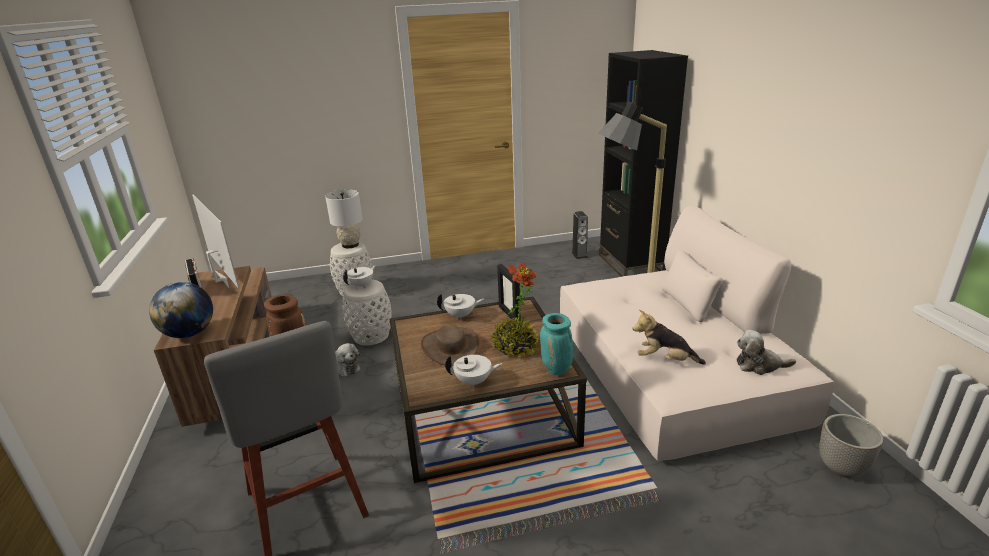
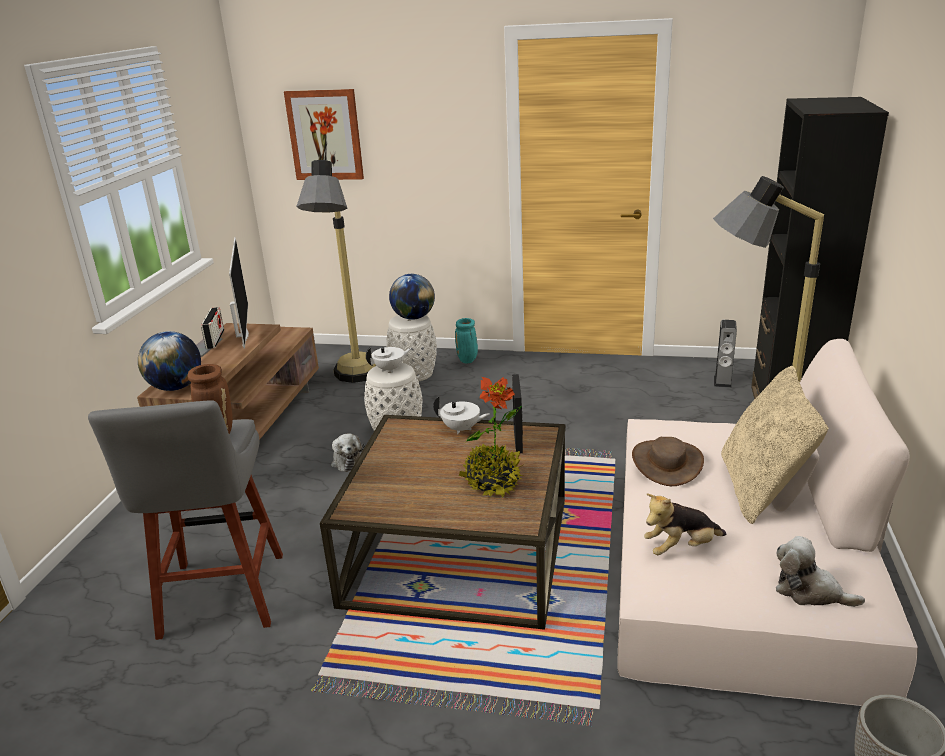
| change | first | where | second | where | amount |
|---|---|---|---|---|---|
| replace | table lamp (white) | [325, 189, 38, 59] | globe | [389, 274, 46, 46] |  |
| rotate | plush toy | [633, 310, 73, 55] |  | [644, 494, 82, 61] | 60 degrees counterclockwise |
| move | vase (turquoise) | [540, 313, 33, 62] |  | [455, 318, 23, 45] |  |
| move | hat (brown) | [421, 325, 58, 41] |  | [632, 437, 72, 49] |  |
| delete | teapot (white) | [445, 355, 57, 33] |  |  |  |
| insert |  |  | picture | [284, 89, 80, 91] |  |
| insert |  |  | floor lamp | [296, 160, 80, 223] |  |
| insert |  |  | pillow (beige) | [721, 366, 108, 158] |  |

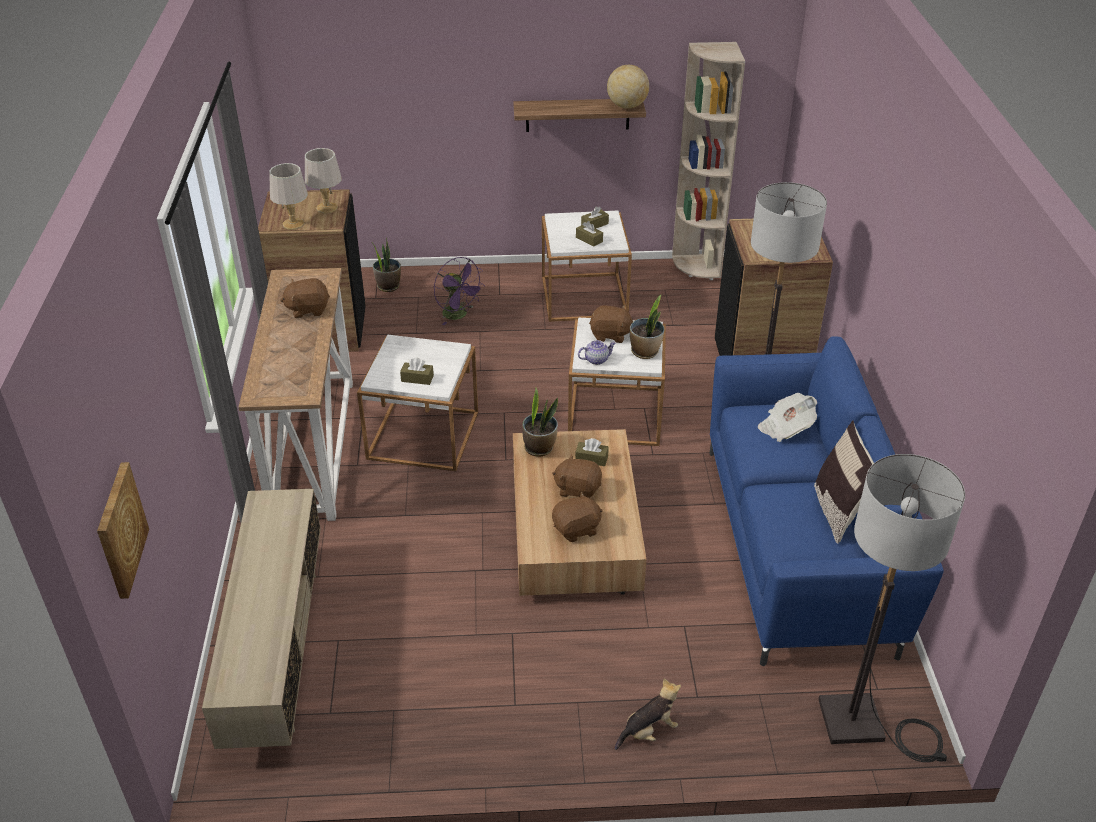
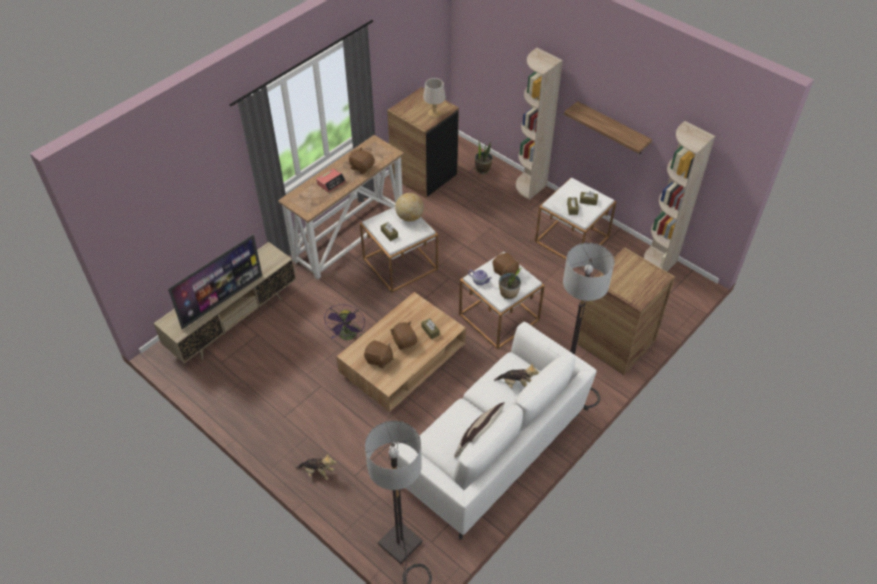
| change | first | where | second | where | amount |
|---|---|---|---|---|---|
| move | globe | [607, 65, 42, 44] |  | [395, 193, 29, 29] |  |
| delete | table lamp (grey) | [269, 163, 39, 67] |  |  |  |
| move | fan (purple) | [434, 257, 51, 68] |  | [324, 304, 41, 36] |  |
| recolor | sofa (blue) | [710, 336, 234, 330] | sofa (white) | [390, 322, 207, 218] |  |
| delete | potted plant | [522, 388, 36, 68] |  |  |  |
| replace | newspaper | [758, 393, 59, 49] | plush toy | [494, 363, 45, 26] |  |
| delete | picture | [97, 462, 52, 137] |  |  |  |
| insert |  |  | bookcase (beige) | [516, 48, 47, 152] |  |
| insert |  |  | alarm clock | [316, 168, 30, 25] |  |
| insert |  |  | television | [168, 235, 94, 94] |  |

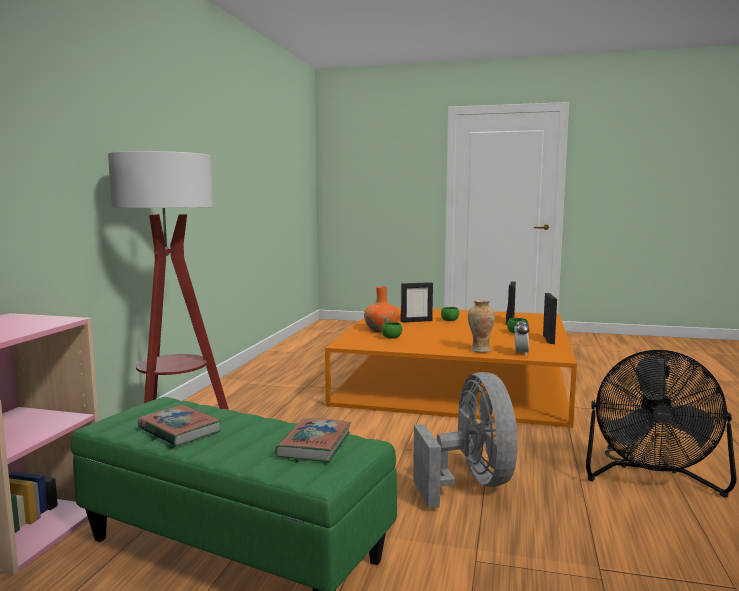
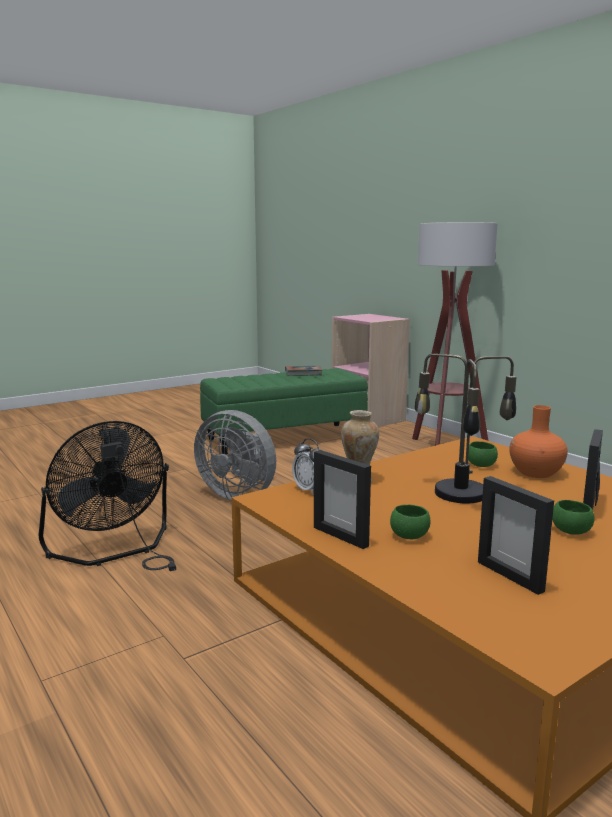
| change | first | where | second | where | amount |
|---|---|---|---|---|---|
| delete | book | [275, 418, 76, 44] |  |  |  |
| insert |  |  | table lamp | [415, 354, 101, 149] |  |

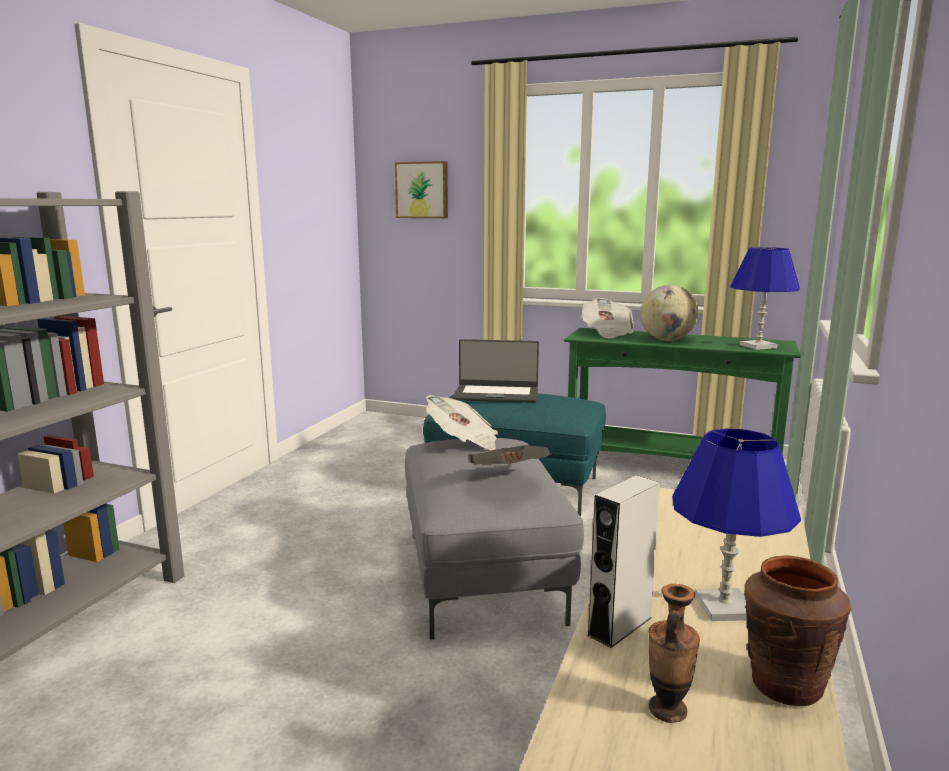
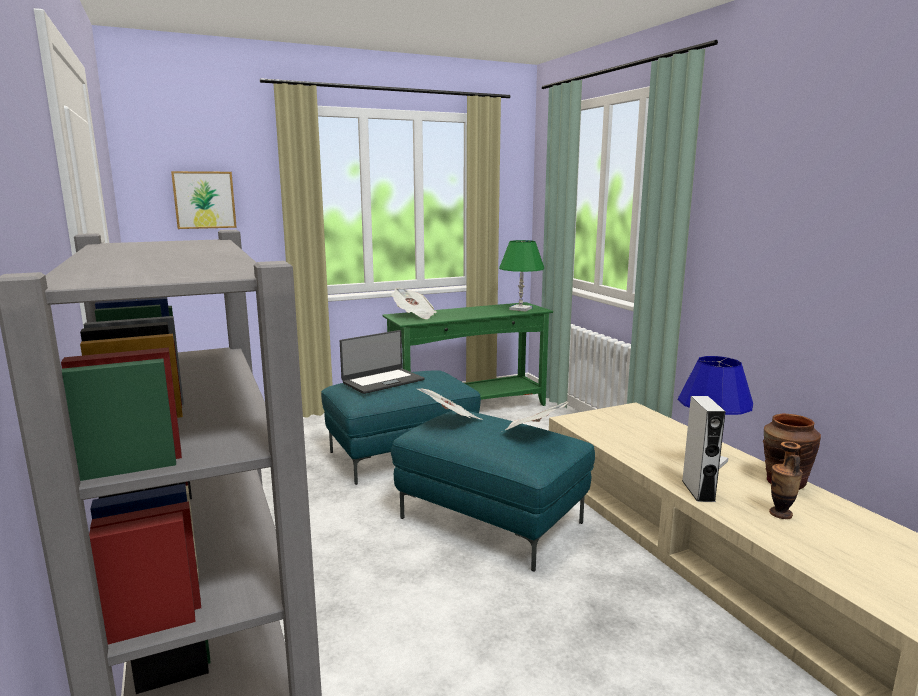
| change | first | where | second | where | amount |
|---|---|---|---|---|---|
| recolor | table lamp (blue) | [730, 247, 70, 103] | table lamp (green) | [499, 240, 45, 72] |  |
| delete | globe | [640, 285, 58, 56] |  |  |  |
| recolor | ottoman (grey) | [405, 438, 179, 202] | ottoman (turquoise) | [391, 411, 204, 161] |  |

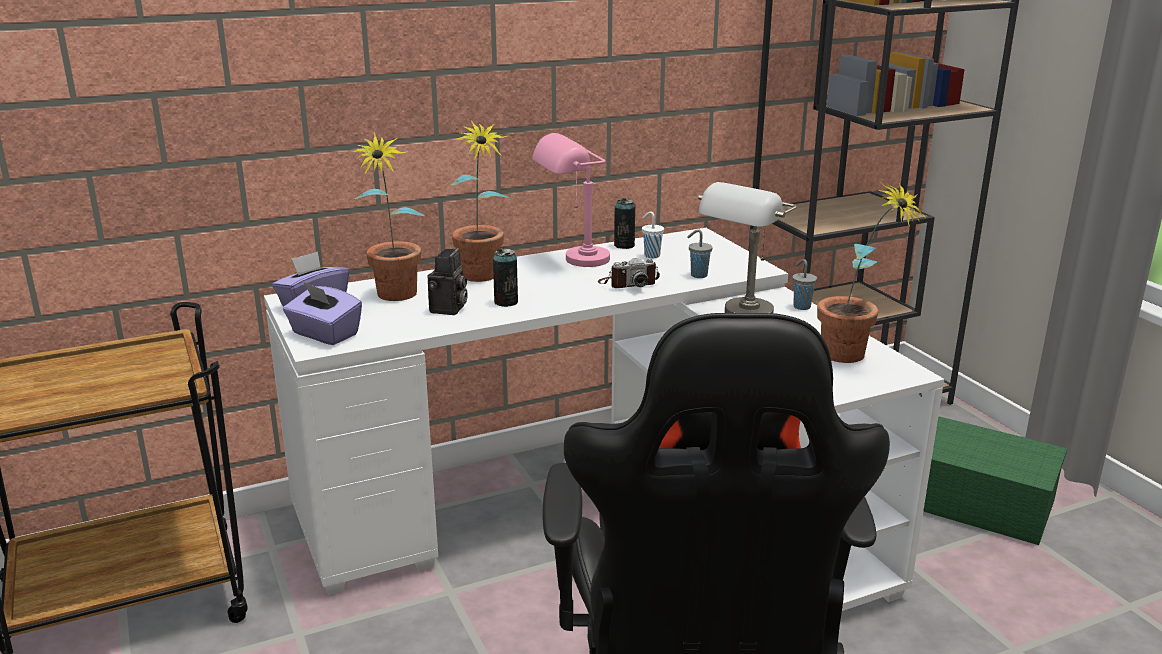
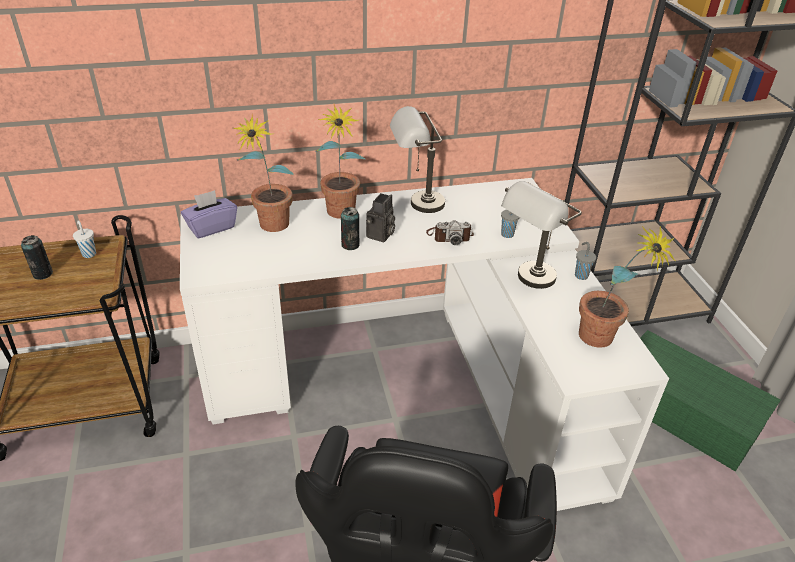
| change | first | where | second | where | amount |
|---|---|---|---|---|---|
| recolor | table lamp (pink) | [532, 133, 78, 134] | table lamp (grey) | [390, 106, 55, 107] |  |
| move | can | [614, 198, 21, 51] |  | [21, 235, 32, 45] |  |
| move | cup (white) | [642, 211, 22, 47] |  | [73, 220, 23, 38] |  |
| move | photo camera | [428, 248, 40, 67] |  | [366, 193, 29, 49] |  |
| delete | tissue box (purple) | [283, 282, 79, 63] |  |  |  |

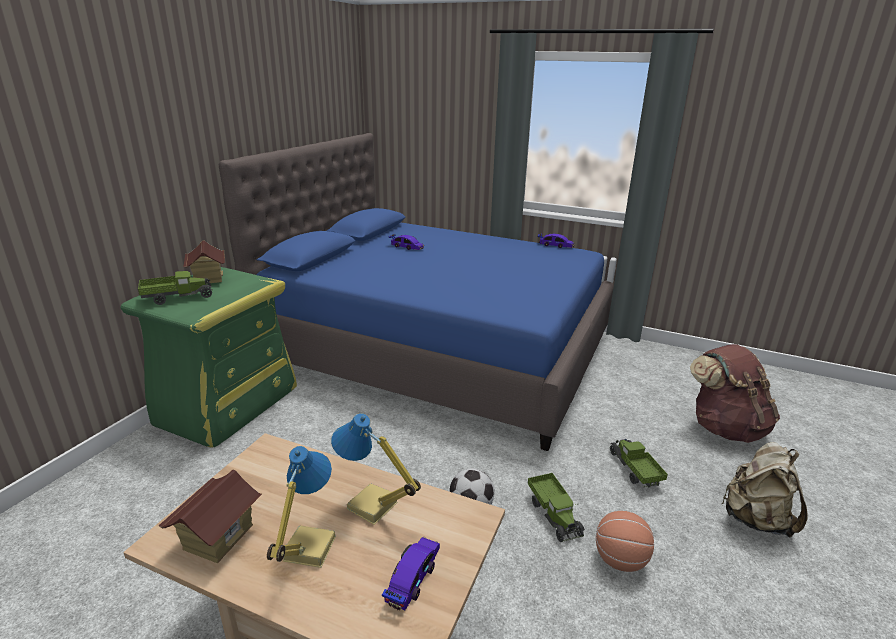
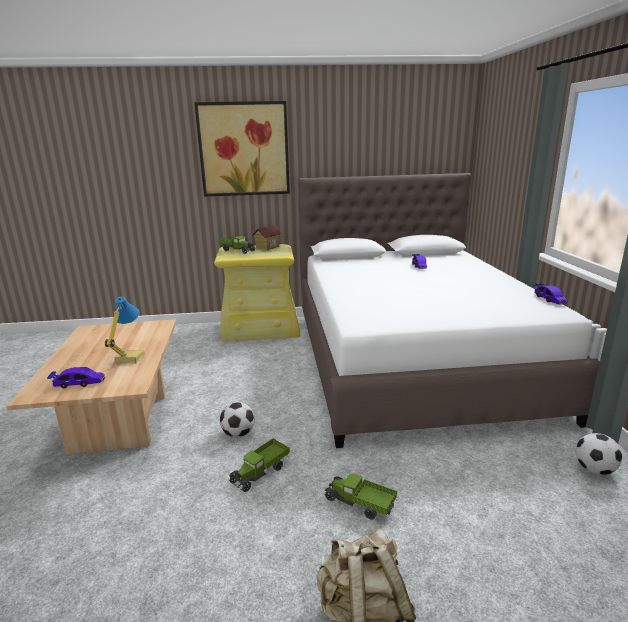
| change | first | where | second | where | amount |
|---|---|---|---|---|---|
| recolor | bed (blue) | [219, 133, 395, 318] | bed (white) | [298, 173, 302, 275] |  |
| recolor | nightstand (green) | [120, 267, 177, 181] | nightstand (yellow) | [214, 244, 86, 98] |  |
| delete | backpack (brown) | [690, 344, 90, 99] |  |  |  |
| rotate | toy truck | [610, 439, 58, 48] |  | [324, 473, 73, 47] | 105 degrees counterclockwise |
| delete | table lamp | [267, 446, 69, 122] |  |  |  |
| delete | toy house | [159, 470, 103, 93] |  |  |  |
| delete | basketball | [596, 511, 58, 61] |  |  |  |
| insert |  |  | picture | [194, 101, 96, 96] |  |
| insert |  |  | football | [576, 433, 46, 42] |  |

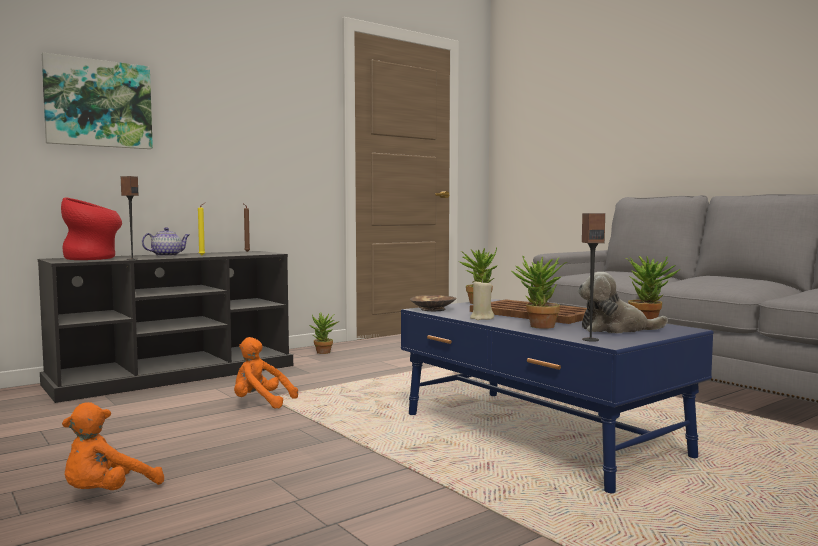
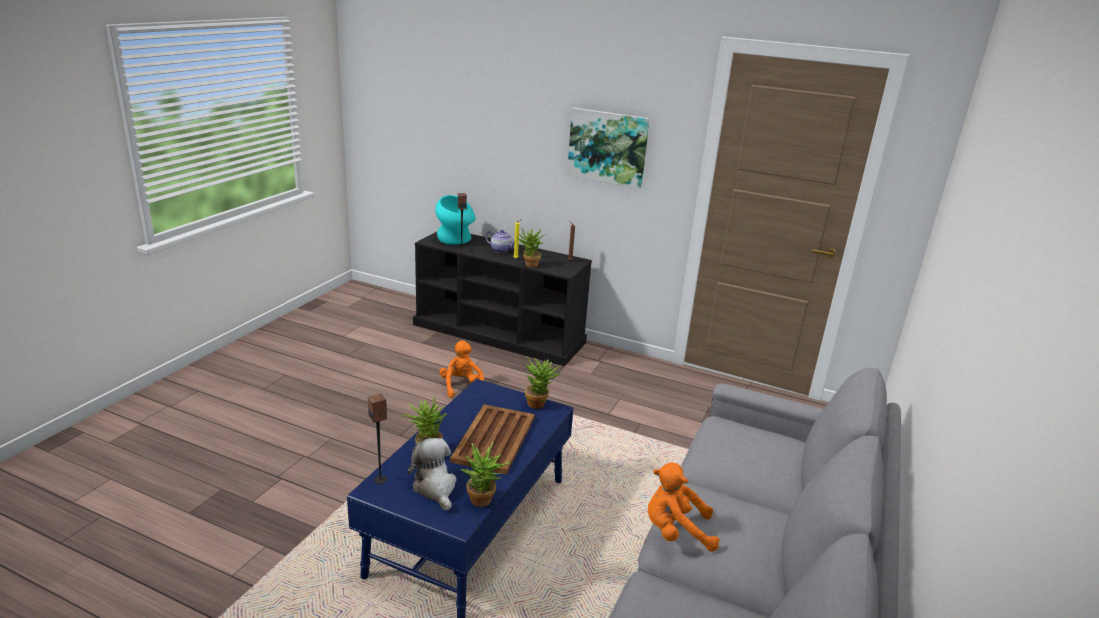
| change | first | where | second | where | amount |
|---|---|---|---|---|---|
| move | picture | [42, 53, 111, 96] |  | [567, 108, 83, 80] |  |
| recolor | vase (red) | [61, 198, 61, 62] | vase (turquoise) | [435, 195, 41, 50] |  |
| delete | candle (beige) | [470, 279, 24, 41] |  |  |  |
| delete | bowl (brown) | [410, 295, 47, 16] |  |  |  |
| move | potted plant | [310, 313, 29, 41] |  | [516, 228, 29, 39] |  |
| move | plush toy (orange) | [62, 402, 102, 88] |  | [648, 462, 71, 90] |  |

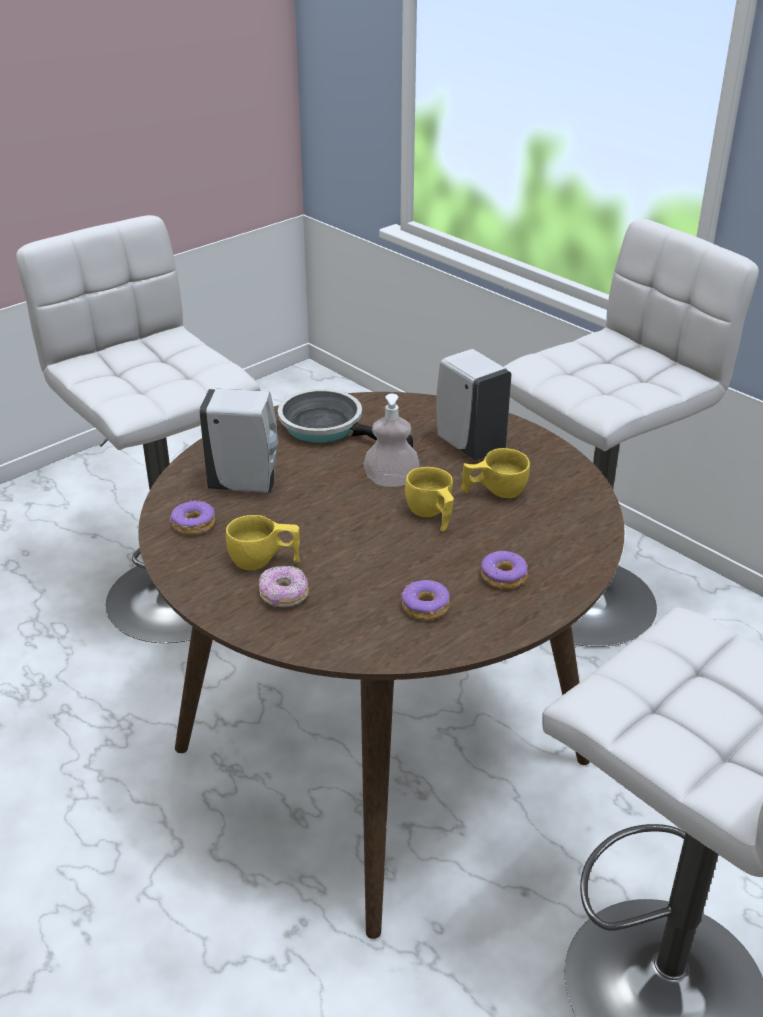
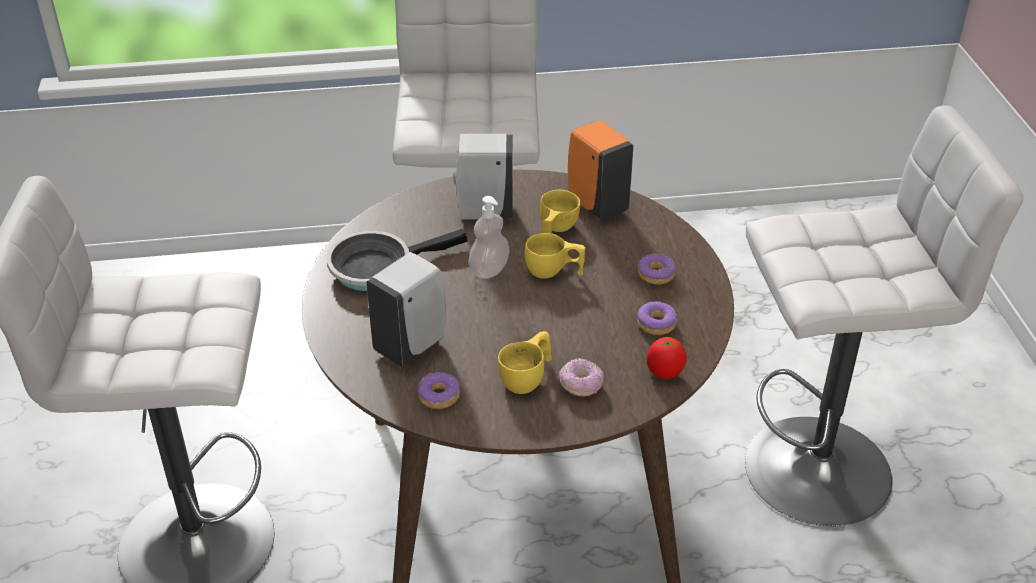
| change | first | where | second | where | amount |
|---|---|---|---|---|---|
| insert |  |  | soap dispenser (orange) | [568, 120, 66, 100] |  |
| insert |  |  | tomato | [647, 337, 40, 42] |  |

